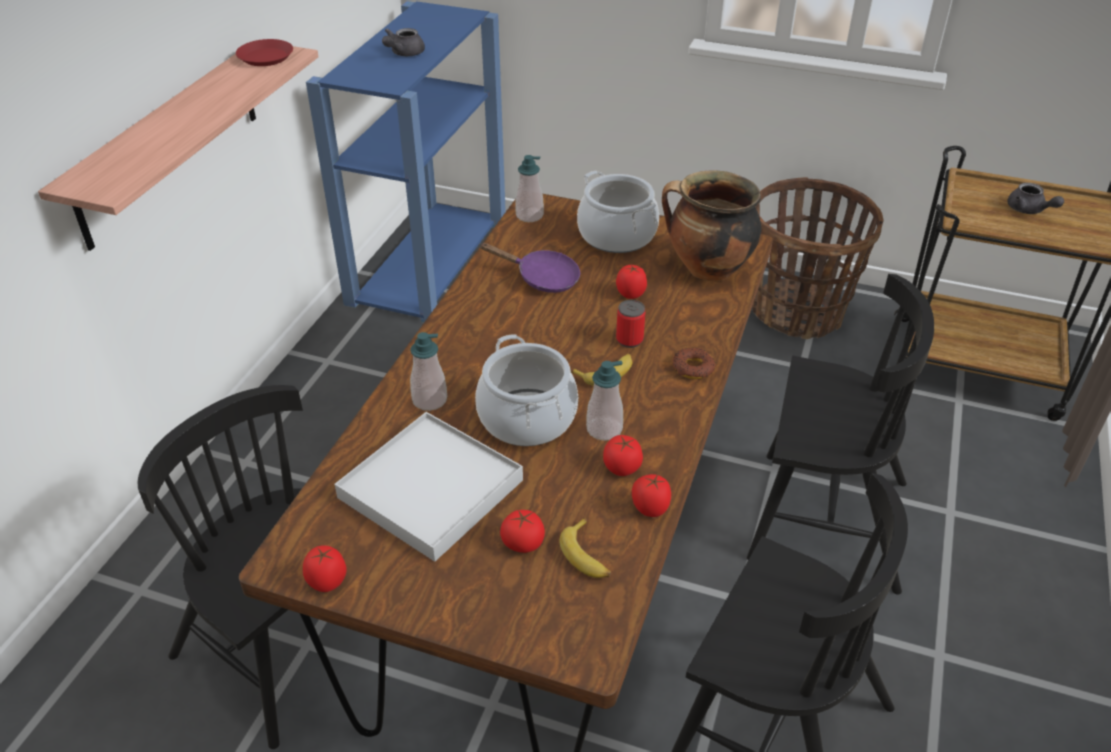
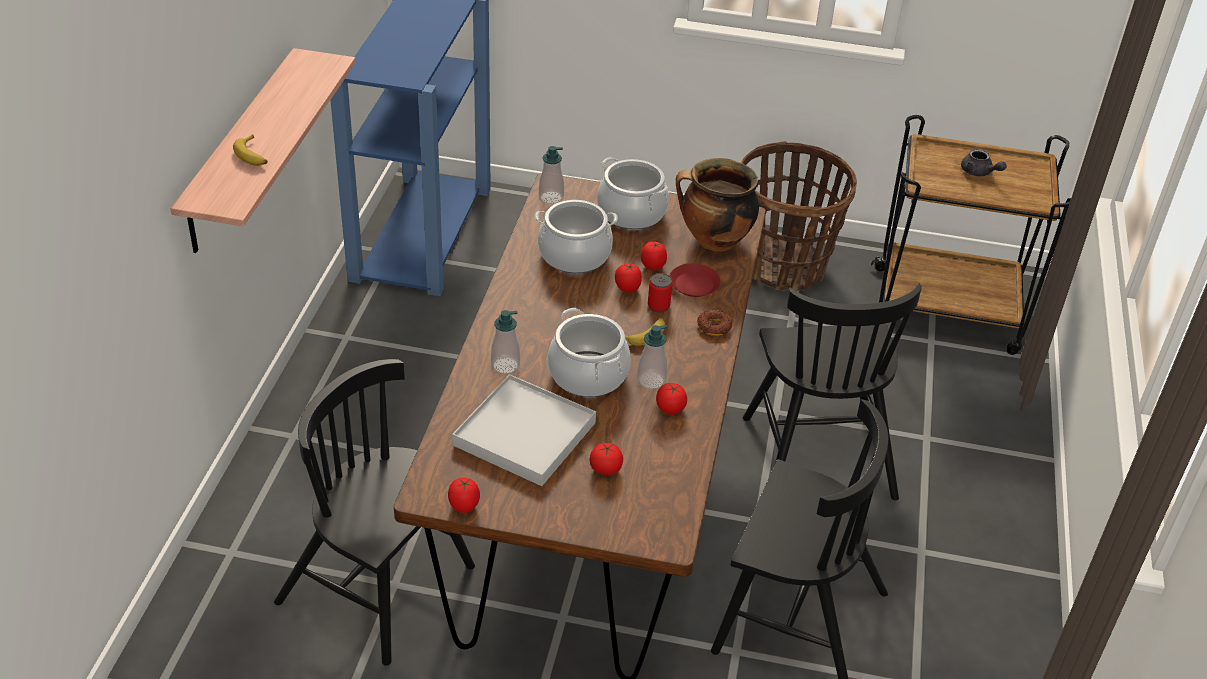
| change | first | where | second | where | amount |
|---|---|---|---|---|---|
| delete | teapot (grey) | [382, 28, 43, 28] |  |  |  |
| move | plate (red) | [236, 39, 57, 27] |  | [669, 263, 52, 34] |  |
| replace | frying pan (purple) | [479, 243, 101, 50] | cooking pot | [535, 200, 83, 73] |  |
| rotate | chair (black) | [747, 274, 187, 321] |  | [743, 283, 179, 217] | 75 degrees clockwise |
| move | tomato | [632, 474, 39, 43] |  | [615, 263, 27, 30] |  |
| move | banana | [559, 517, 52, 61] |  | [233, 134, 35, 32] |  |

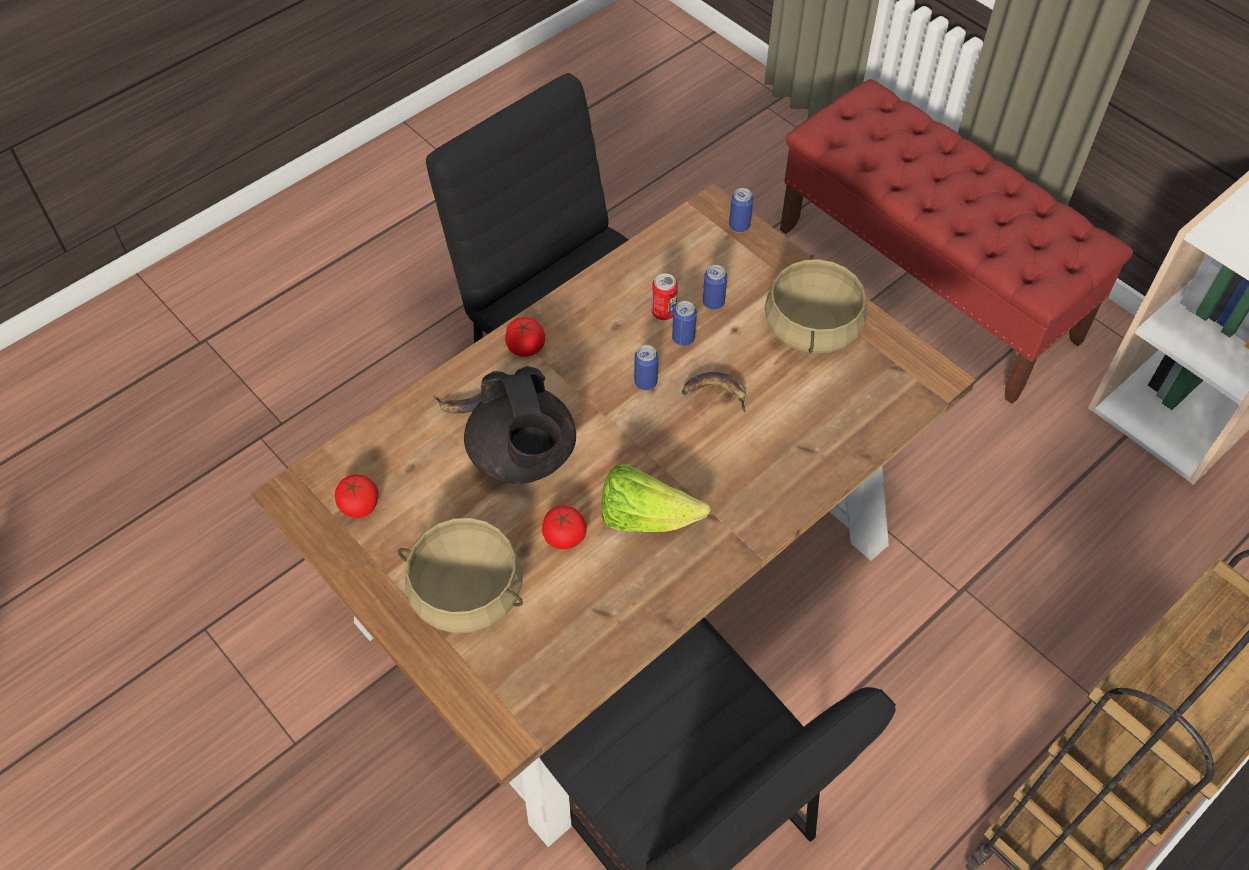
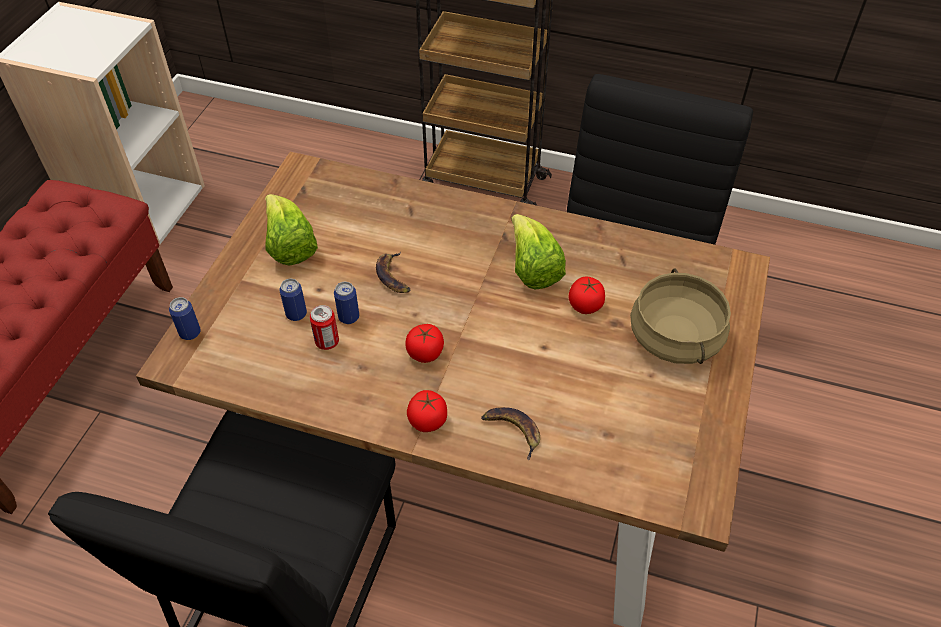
| change | first | where | second | where | amount |
|---|---|---|---|---|---|
| replace | cooking pot (beige) | [764, 255, 103, 99] | lettuce | [265, 194, 53, 72] |  |
| delete | can | [634, 345, 24, 45] |  |  |  |
| delete | teapot (black) | [464, 366, 112, 118] |  |  |  |
| move | tomato | [335, 475, 43, 43] |  | [405, 324, 39, 39] |  |

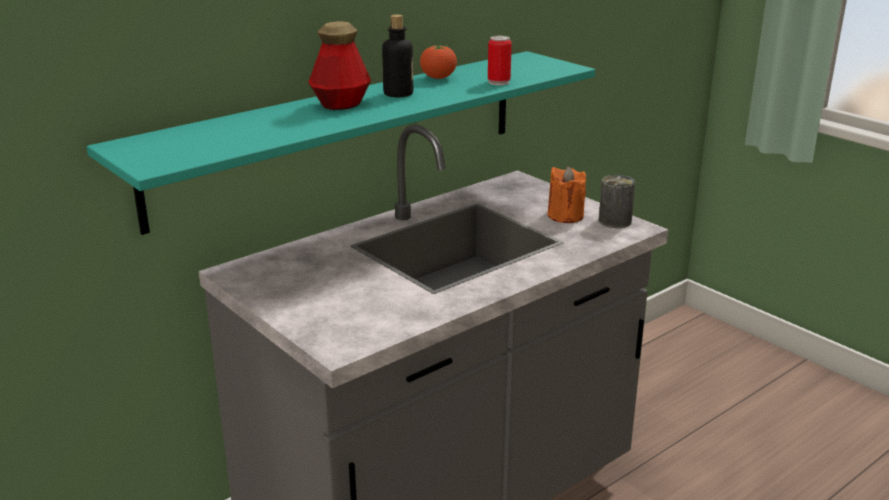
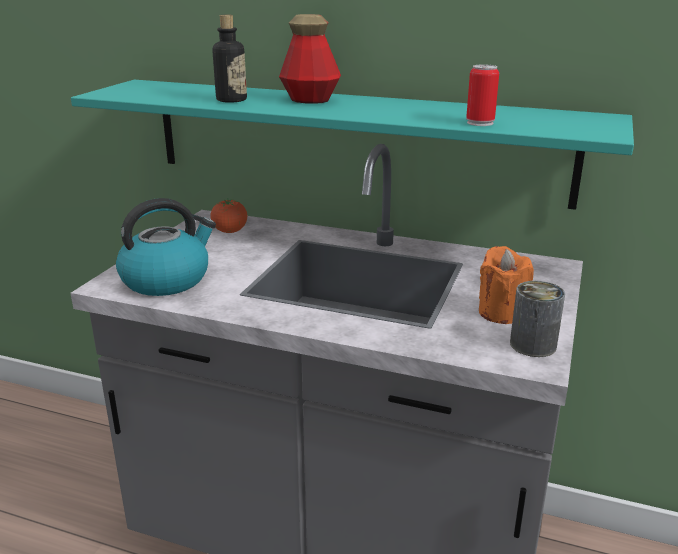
| change | first | where | second | where | amount |
|---|---|---|---|---|---|
| move | bottle | [382, 14, 31, 83] |  | [213, 15, 34, 88] |  |
| move | tomato | [420, 43, 37, 36] |  | [210, 198, 37, 35] |  |
| insert |  |  | kettle | [116, 198, 100, 98] |  |

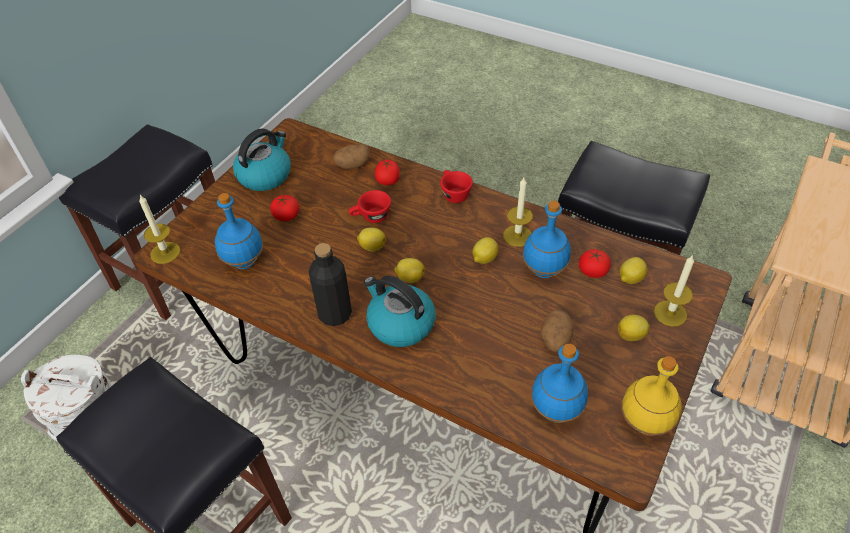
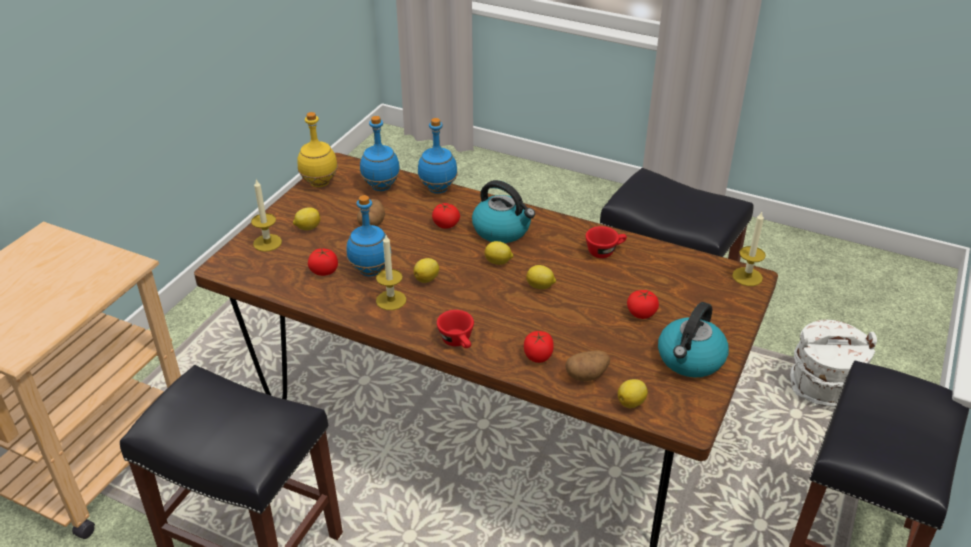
| change | first | where | second | where | amount |
|---|---|---|---|---|---|
| move | cup (red) | [349, 190, 42, 33] |  | [586, 226, 41, 32] |  |
| move | bottle (blue) | [215, 193, 48, 76] |  | [418, 118, 40, 76] |  |
| delete | bottle (black) | [309, 243, 43, 83] |  |  |  |
| move | lemon | [619, 257, 28, 27] |  | [618, 379, 30, 29] |  |
| insert |  |  | tomato | [432, 203, 28, 26] |  |

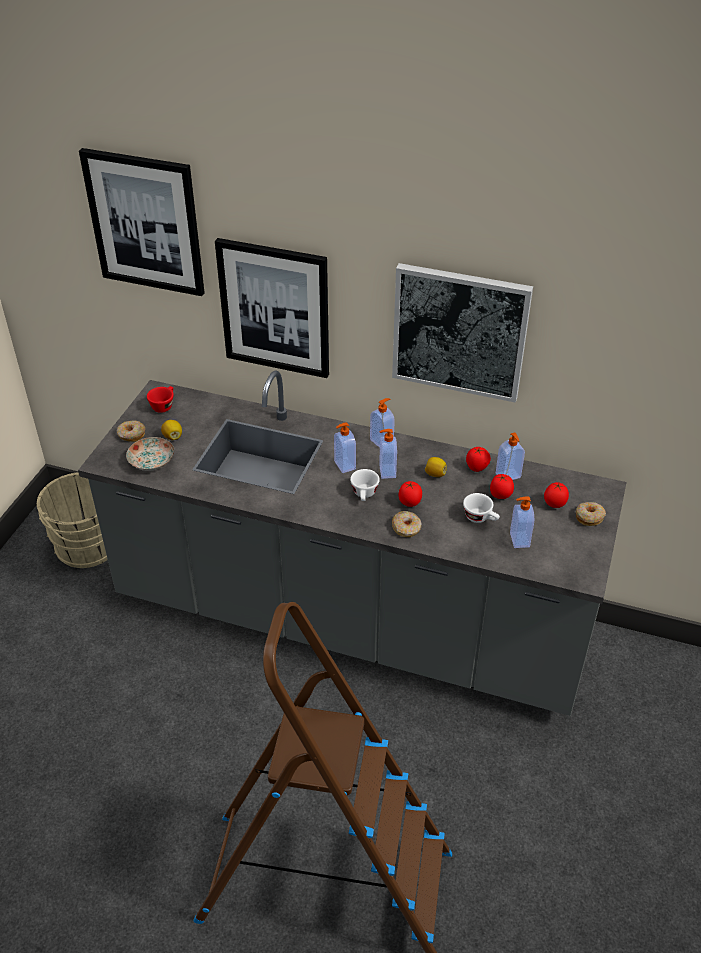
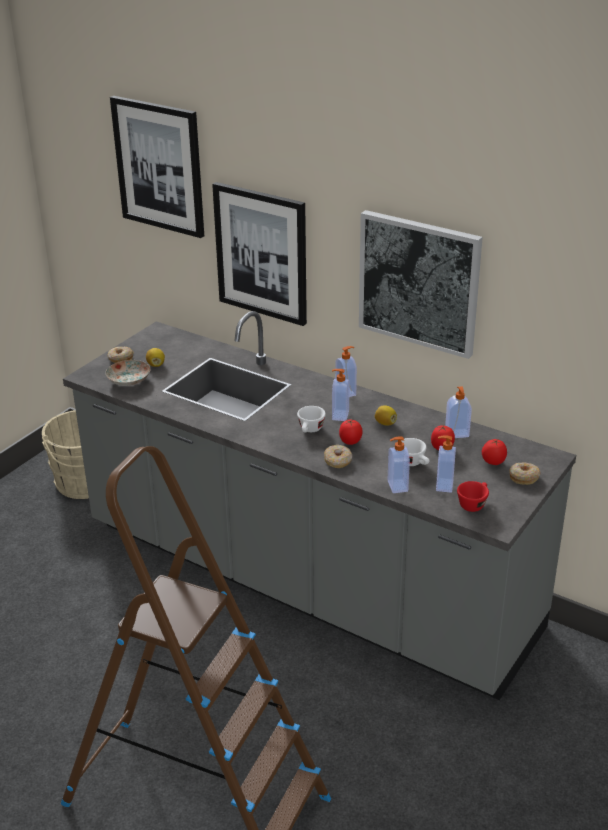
| change | first | where | second | where | amount |
|---|---|---|---|---|---|
| move | cup (red) | [147, 386, 27, 27] |  | [457, 481, 32, 31] |  |
| move | soap dispenser | [334, 422, 22, 51] |  | [388, 436, 22, 57] |  |
| delete | tomato | [466, 447, 25, 25] |  |  |  |

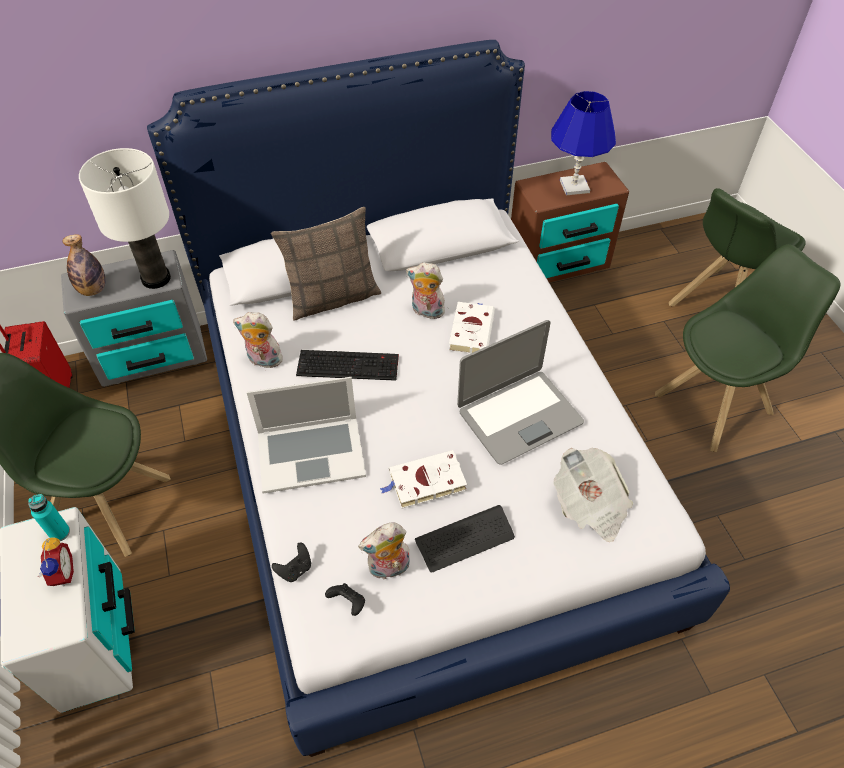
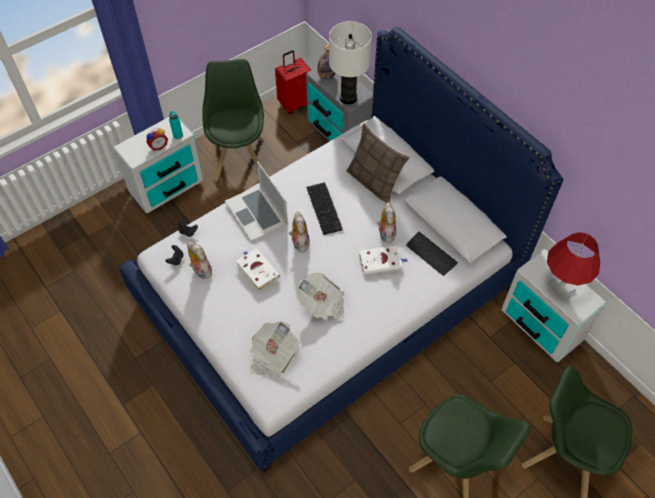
| change | first | where | second | where | amount |
|---|---|---|---|---|---|
| recolor | table lamp (blue) | [551, 91, 65, 104] | table lamp (red) | [547, 232, 53, 67] |  |
| recolor | nightstand (brown) | [511, 162, 118, 121] | nightstand (white) | [501, 249, 106, 113] |  |
| move | plush toy | [233, 312, 50, 56] |  | [289, 211, 21, 41] |  |
| replace | laptop | [457, 320, 127, 145] | newspaper | [298, 273, 46, 47] |  |
| move | keyboard | [415, 505, 100, 68] |  | [406, 232, 52, 44] |  |

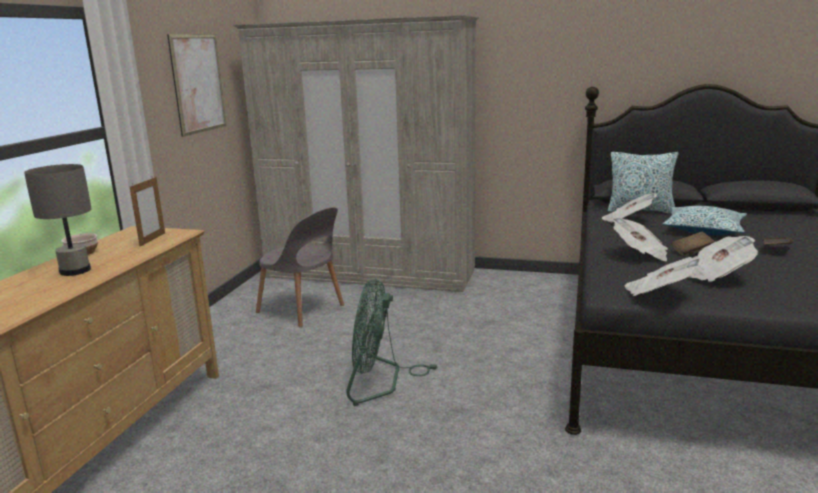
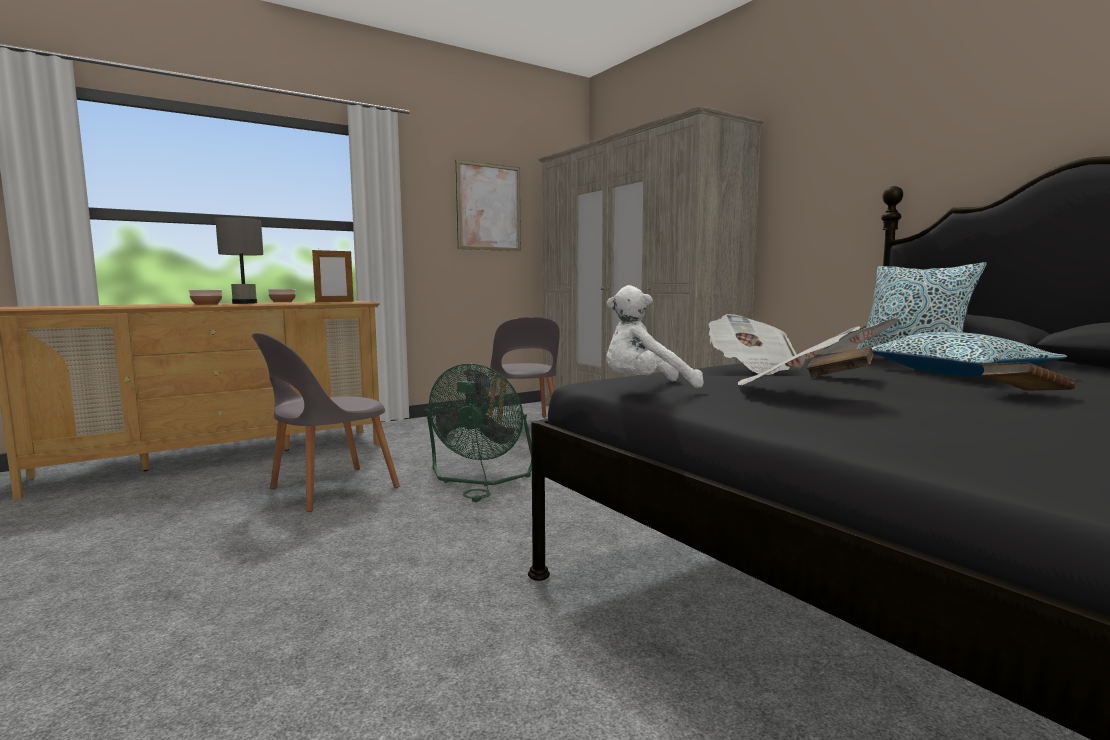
| change | first | where | second | where | amount |
|---|---|---|---|---|---|
| replace | newspaper | [625, 257, 78, 39] | plush toy (white) | [606, 285, 98, 103] |  |
| rotate | fan (green) | [346, 279, 92, 128] |  | [424, 364, 108, 138] | 60 degrees clockwise |
| insert |  |  | bowl | [188, 290, 34, 15] |  |
| insert |  |  | chair (grey) | [252, 332, 148, 180] |  |

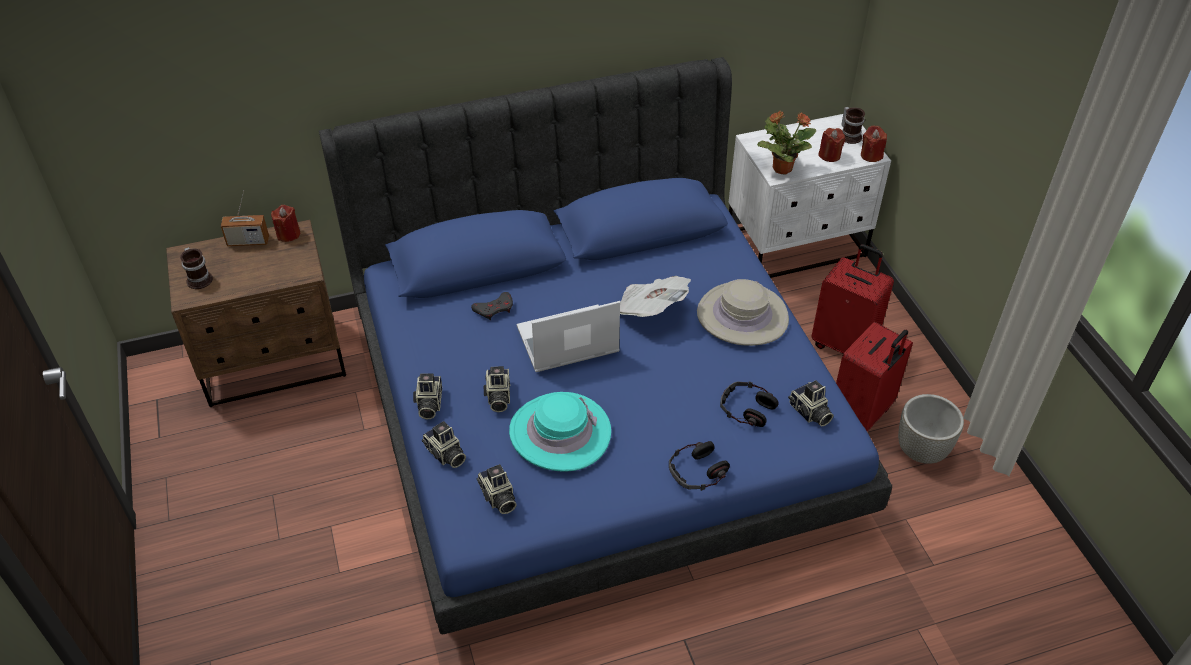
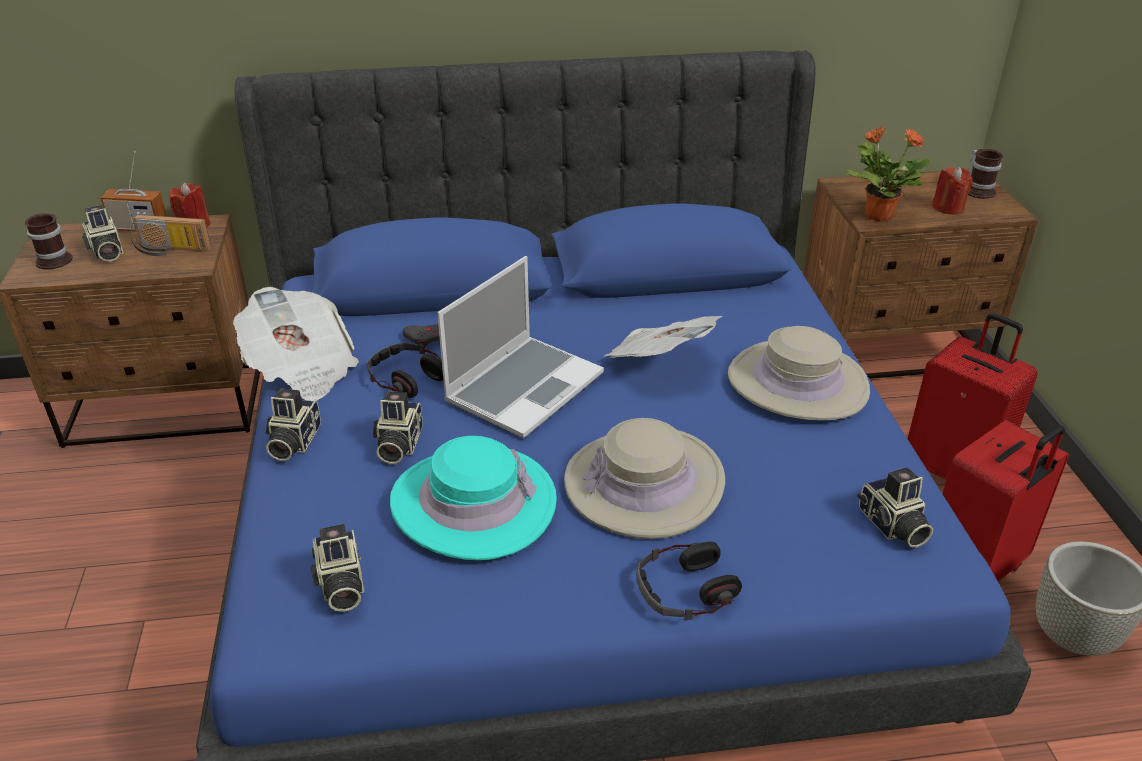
| change | first | where | second | where | amount |
|---|---|---|---|---|---|
| recolor | nightstand (white) | [729, 114, 162, 164] | nightstand (brown) | [803, 169, 235, 210] |  |
| delete | candle (red) | [861, 125, 26, 37] |  |  |  |
| rotate | laptop | [517, 301, 103, 71] |  | [437, 256, 167, 182] | 135 degrees clockwise |
| move | headphones | [720, 381, 58, 46] |  | [367, 342, 76, 56] |  |
| move | photo camera | [422, 421, 44, 47] |  | [82, 205, 42, 57] |  |
| insert |  |  | radio | [131, 215, 80, 41] |  |
| insert |  |  | newspaper | [233, 287, 126, 114] |  |
| insert |  |  | hat (beige) | [564, 418, 161, 121] |  |

